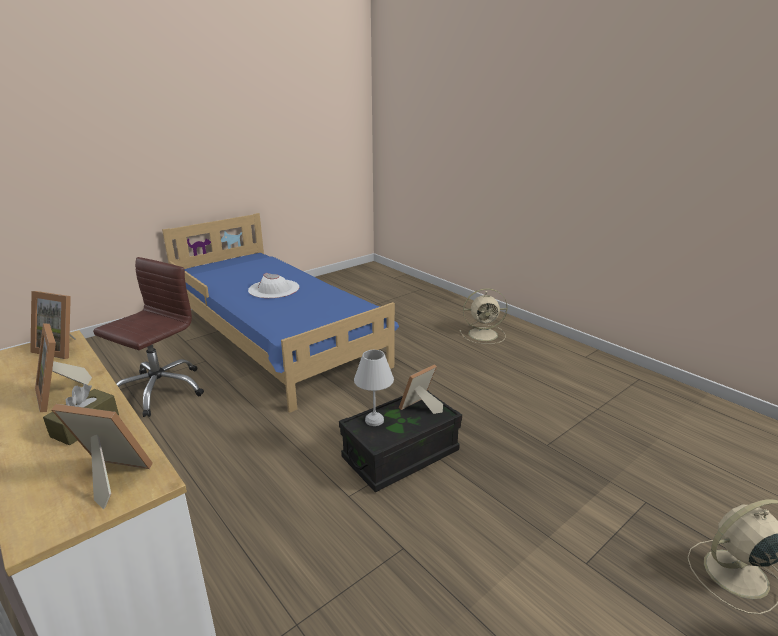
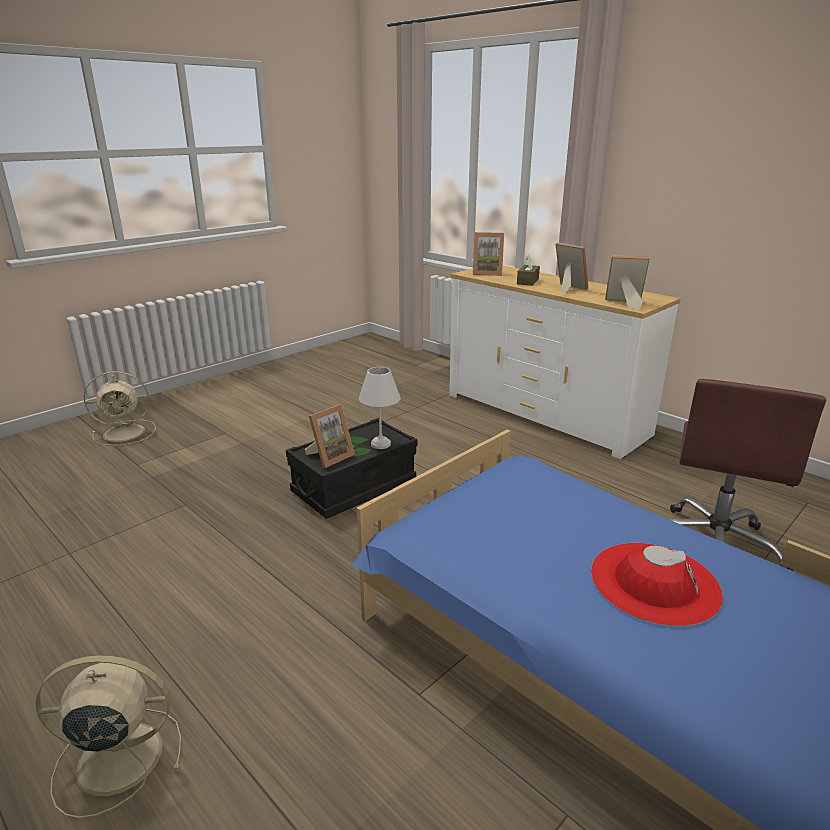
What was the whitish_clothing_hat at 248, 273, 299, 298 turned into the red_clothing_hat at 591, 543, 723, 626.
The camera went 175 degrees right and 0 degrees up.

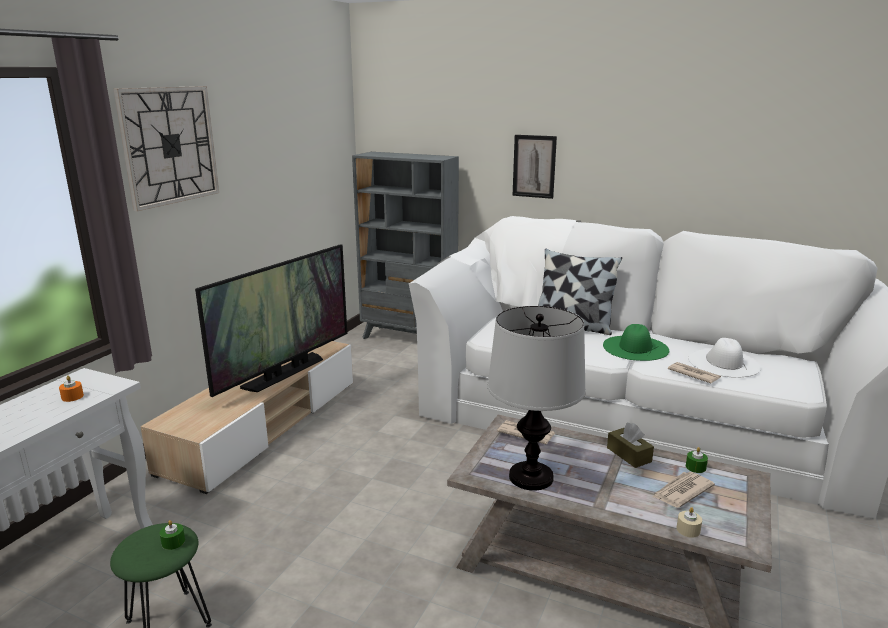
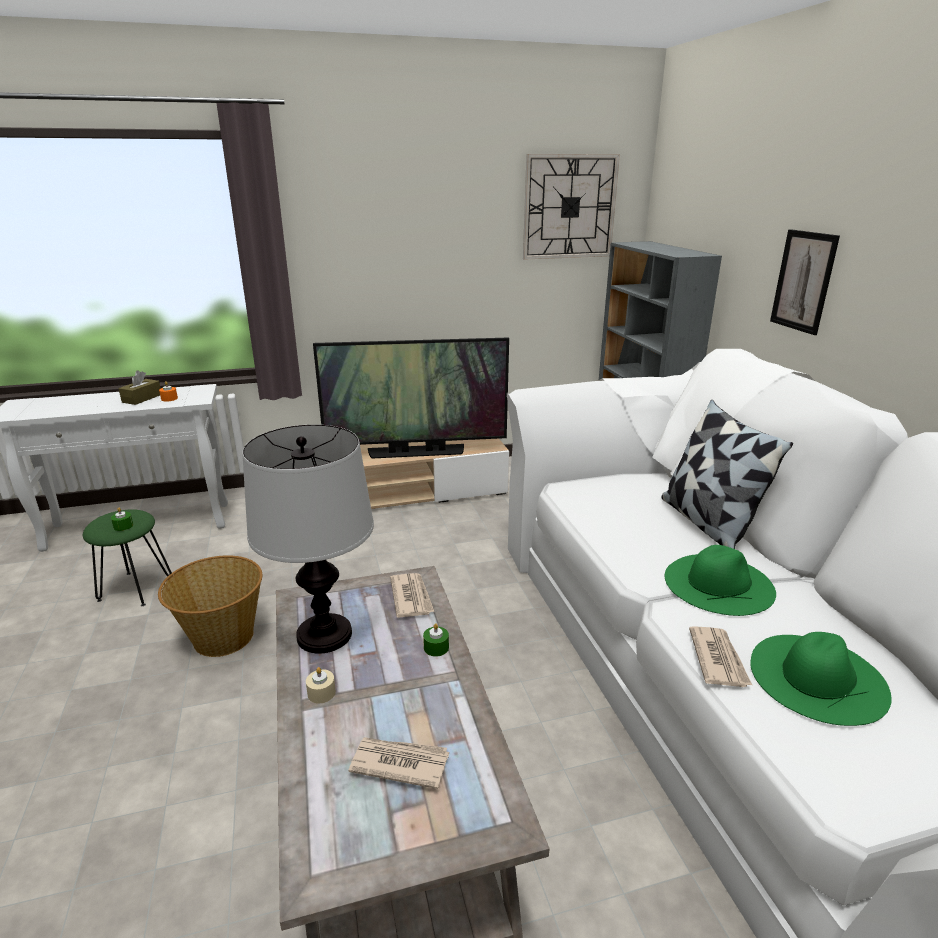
The brownish_tissue_box ended up elsewhere, having gone from 607, 423, 654, 468 to 118, 371, 161, 405.
The second view gained the household_basket at 158, 555, 263, 657.
The beige-coloured_wax_light ended up elsewhere, having gone from 677, 507, 702, 538 to 306, 667, 336, 704.
The green-coloured_wax_light ended up elsewhere, having gone from 686, 447, 708, 473 to 423, 623, 449, 657.
The clock_on_the_wall ended up elsewhere, having gone from 113, 86, 219, 211 to 523, 154, 620, 260.
What was the whitish_clothing_hat at 689, 338, 761, 378 turned into the green-coloured_clothing_hat at 750, 632, 892, 726.
The camera went 50 degrees right and 5 degrees up.

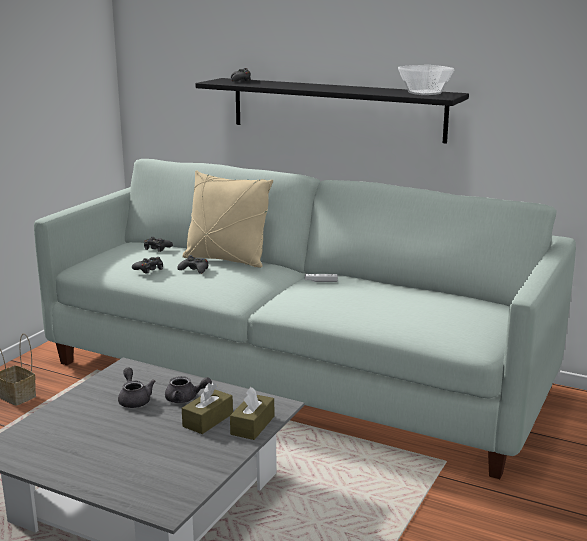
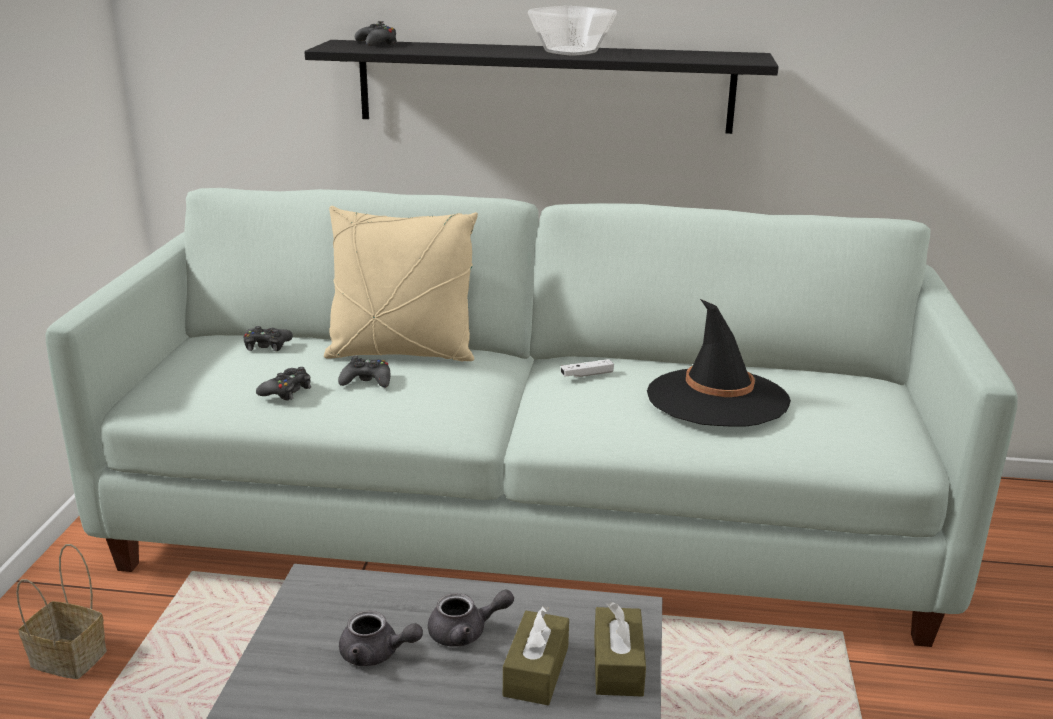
The grey_pot_for_tea at 118, 368, 155, 408 ended up facing another way, 150 degrees clockwise from before.
The serving_bowl ended up elsewhere, having gone from 398, 65, 454, 95 to 528, 6, 617, 56.
The second view gained the black_clothing_hat at 647, 299, 791, 427.
The camera went 20 degrees left and 5 degrees up.

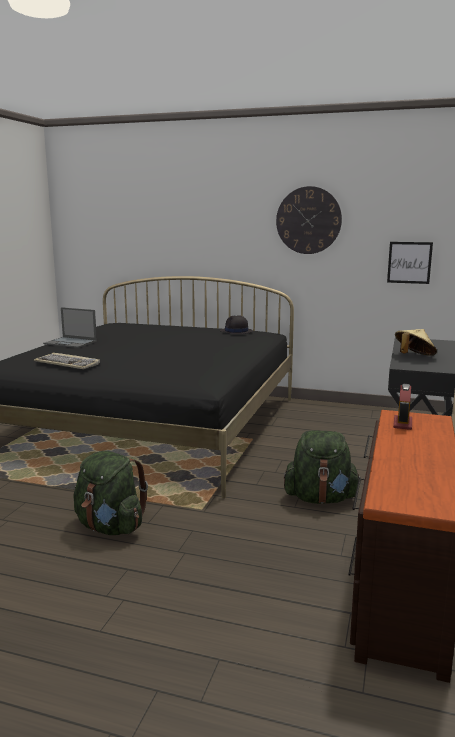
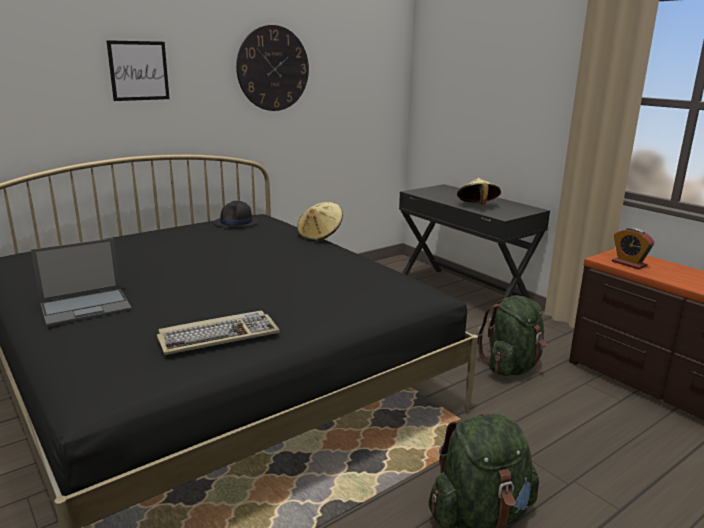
The picture ended up elsewhere, having gone from 387, 242, 433, 284 to 106, 40, 170, 101.
The second view gained the beige-coloured_clothing_hat at 297, 202, 343, 241.
The camera went 55 degrees left and 5 degrees up.

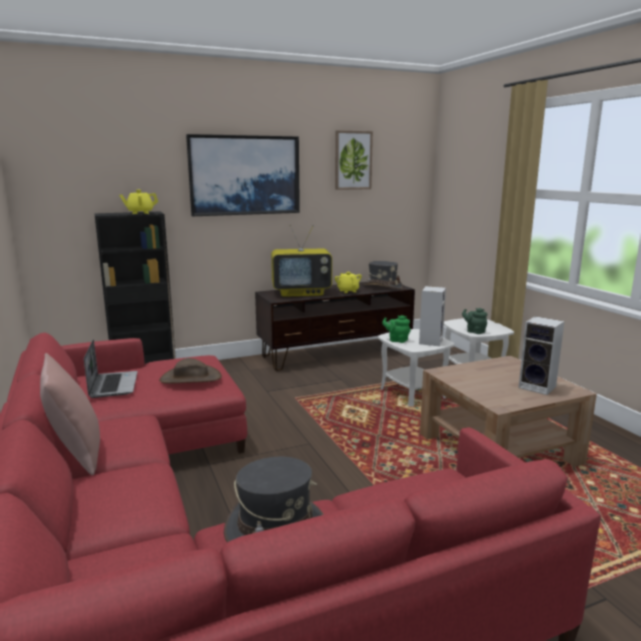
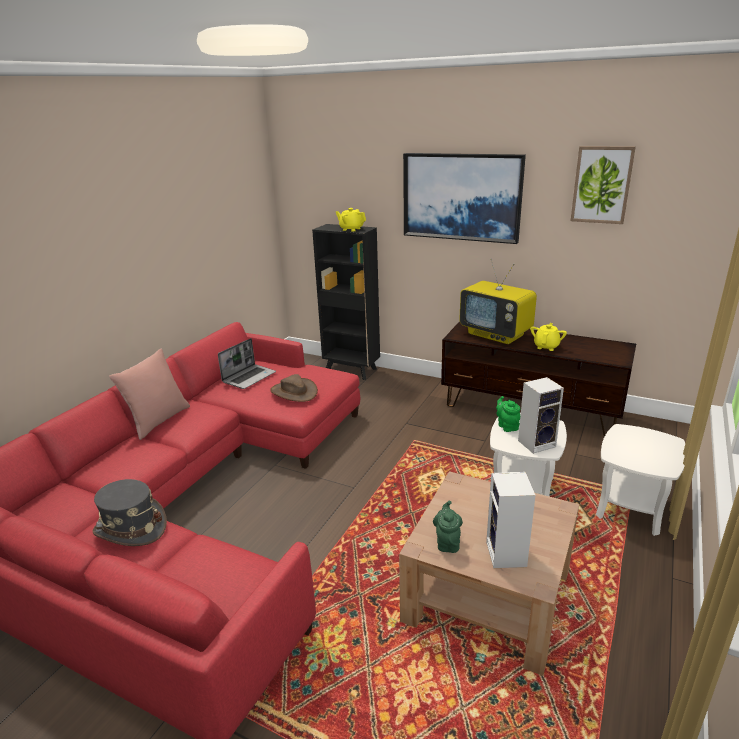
The green-coloured_pot_for_tea ended up elsewhere, having gone from 462, 308, 487, 334 to 433, 501, 463, 553.
The second view lost the grey_clothing_hat at 363, 261, 403, 289.
The camera went 50 degrees right and 10 degrees up.

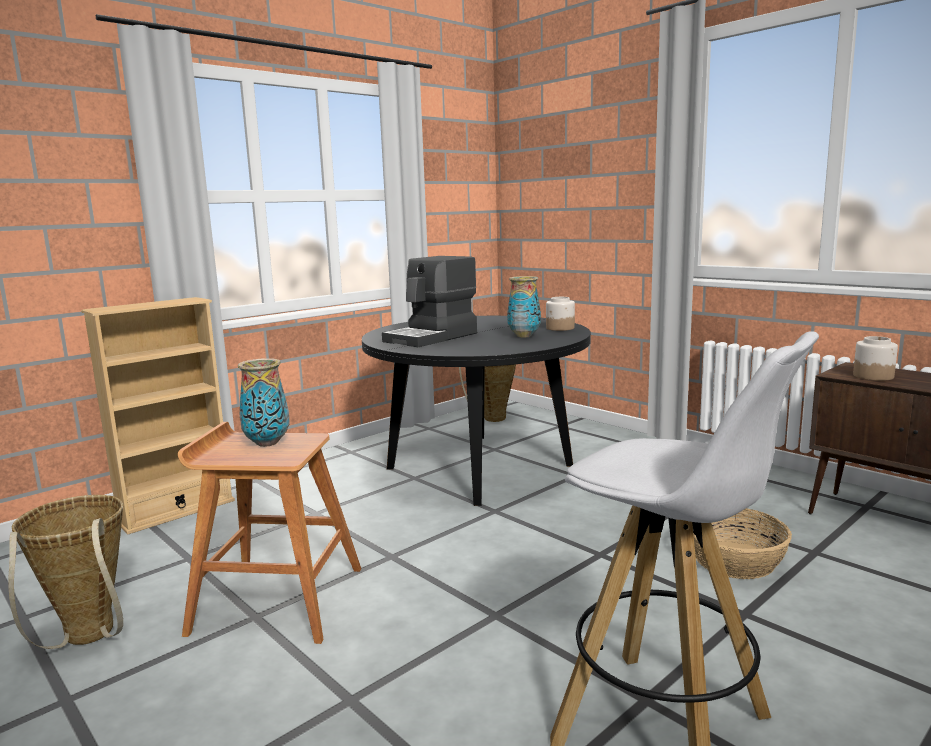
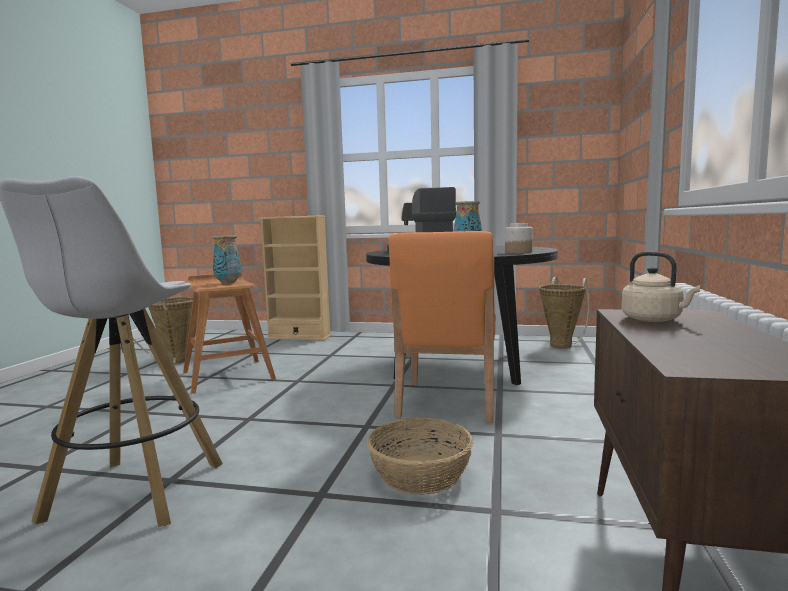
The second view gained the orange-coloured_plain_chair at 389, 231, 496, 423.
Where the jar stood at 853, 336, 898, 381, the beige-coloured_tea_kettle came to stand at 621, 252, 701, 322.
The camera went 55 degrees right and 5 degrees down.

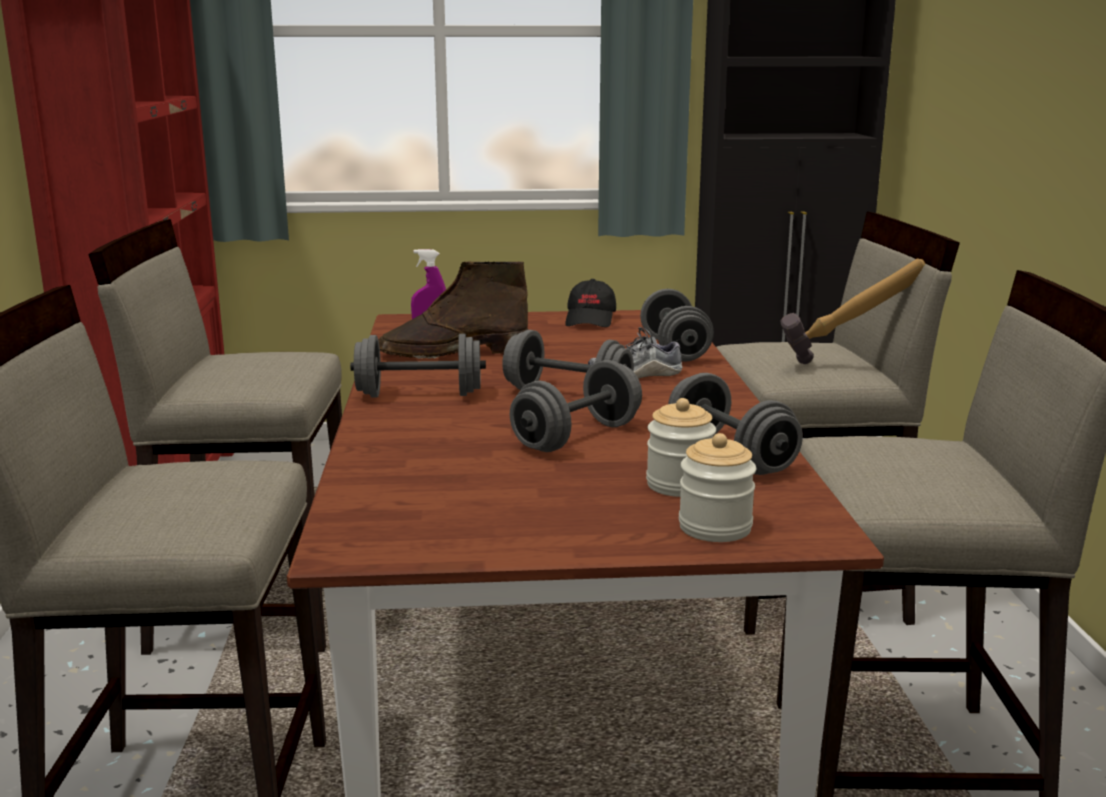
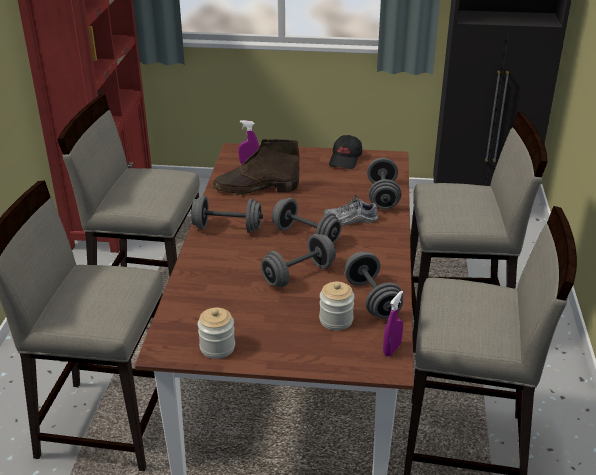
The jar ended up elsewhere, having gone from 679, 433, 756, 542 to 198, 308, 235, 359.
The second view gained the purple_hand_sprayer at 383, 291, 403, 356.
The second view lost the hammer at 780, 259, 925, 364.
The camera went 10 degrees right and 15 degrees up.

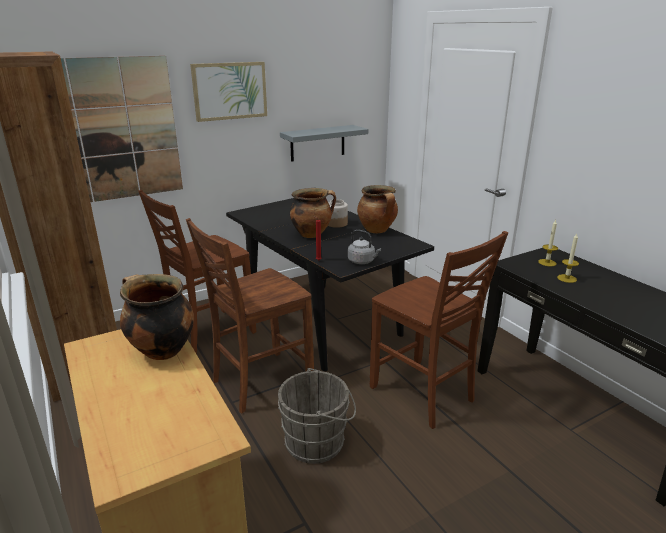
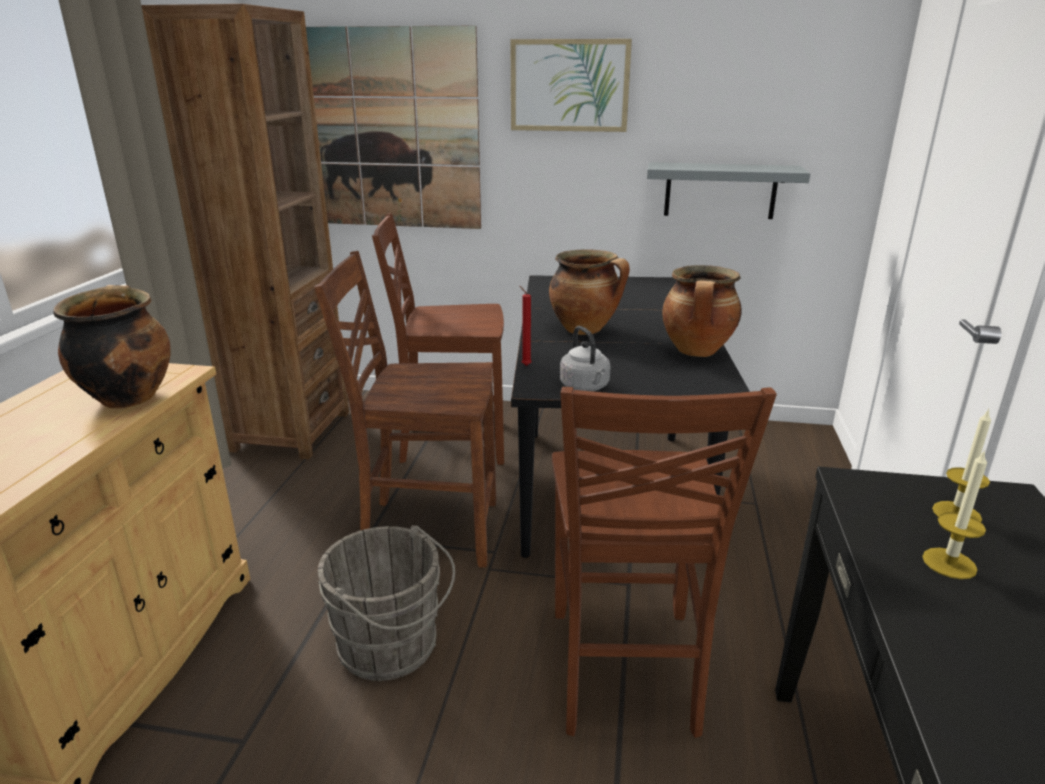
The second view lost the jar at 328, 199, 348, 228.
The camera went 40 degrees right and 0 degrees up.

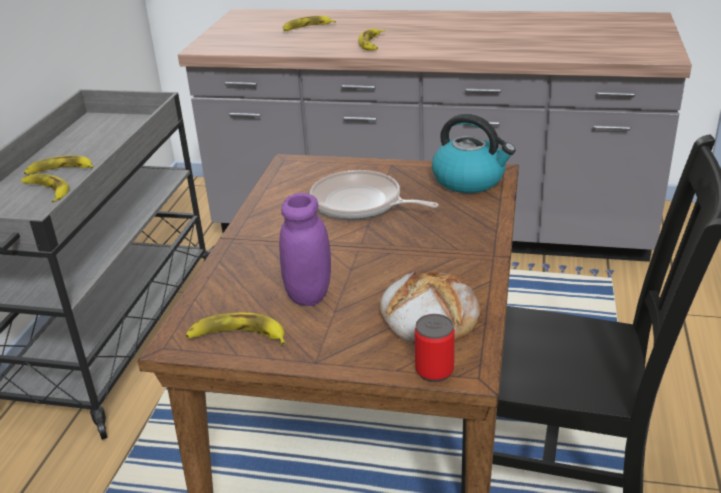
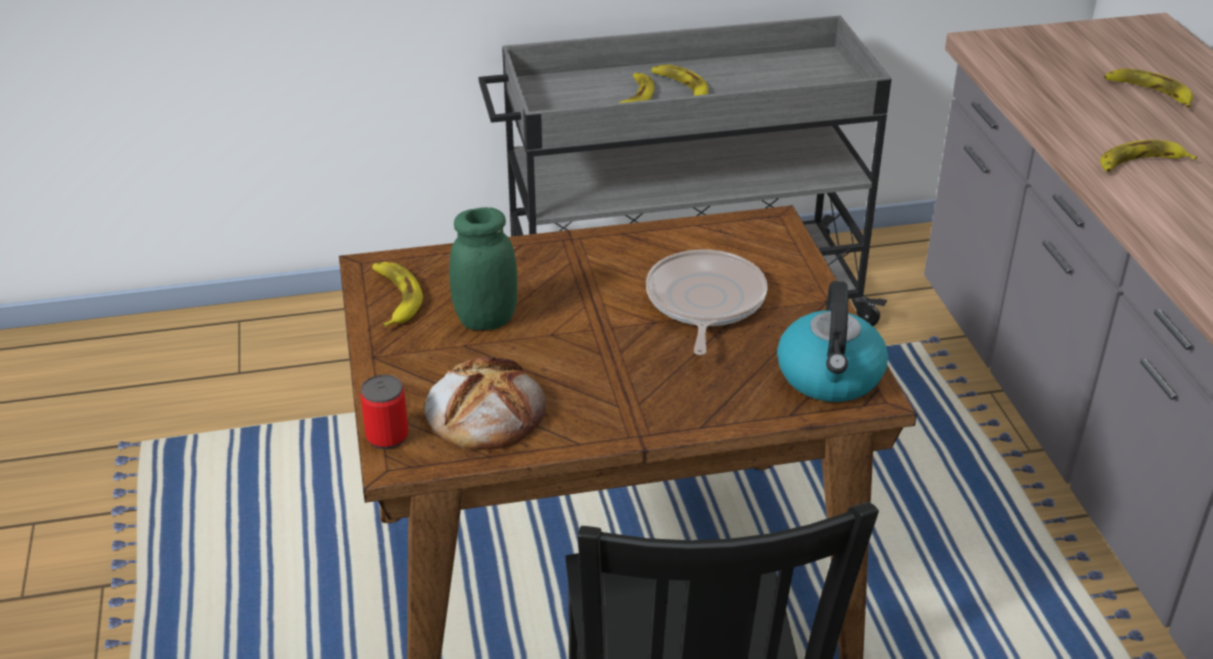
What was the purple_jar at 279, 193, 331, 306 turned into the green-coloured_jar at 449, 207, 517, 330.
The camera went 65 degrees right and 5 degrees up.

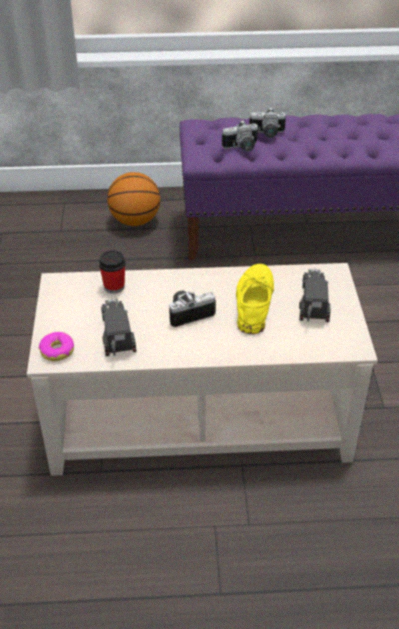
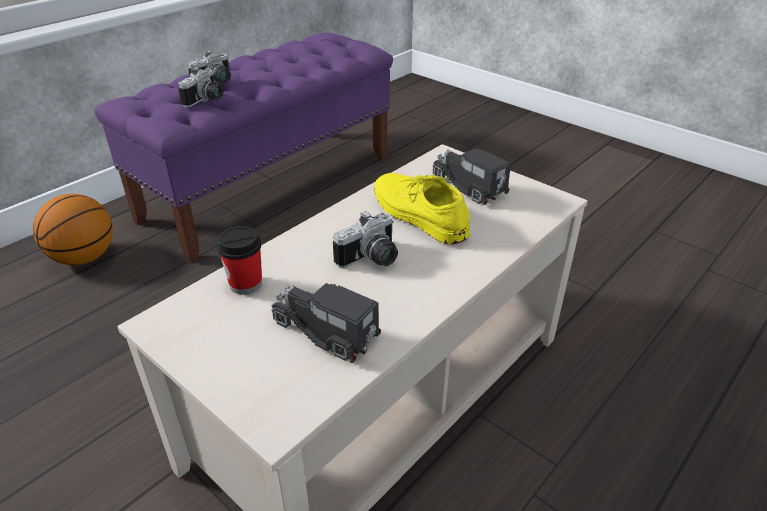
The photo_camera at 169, 291, 216, 327 ended up facing another way, 150 degrees counterclockwise from before.
The second view lost the ring_doughnut at 39, 332, 74, 361.
The camera went 45 degrees left and 5 degrees down.

